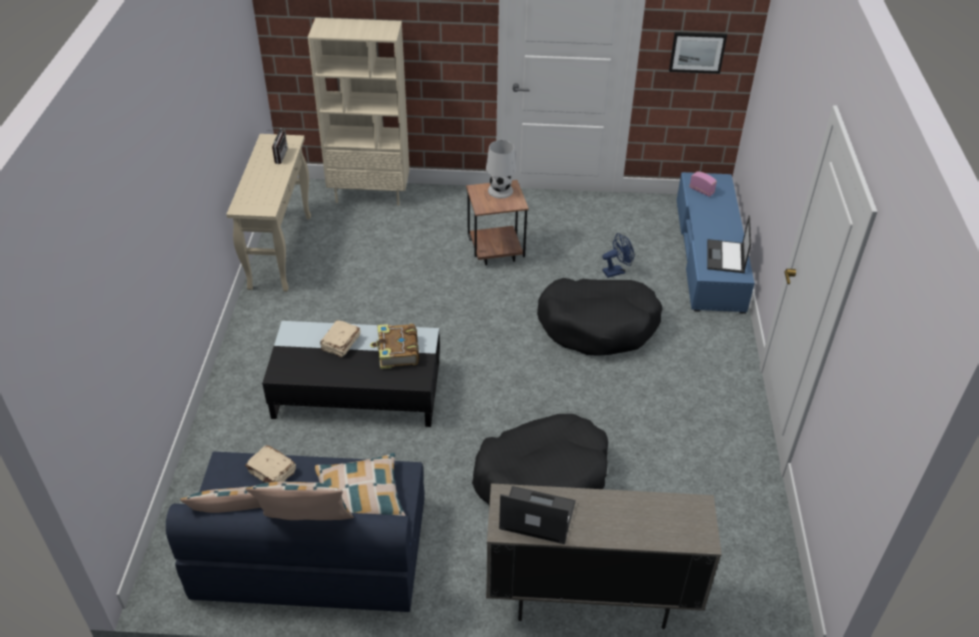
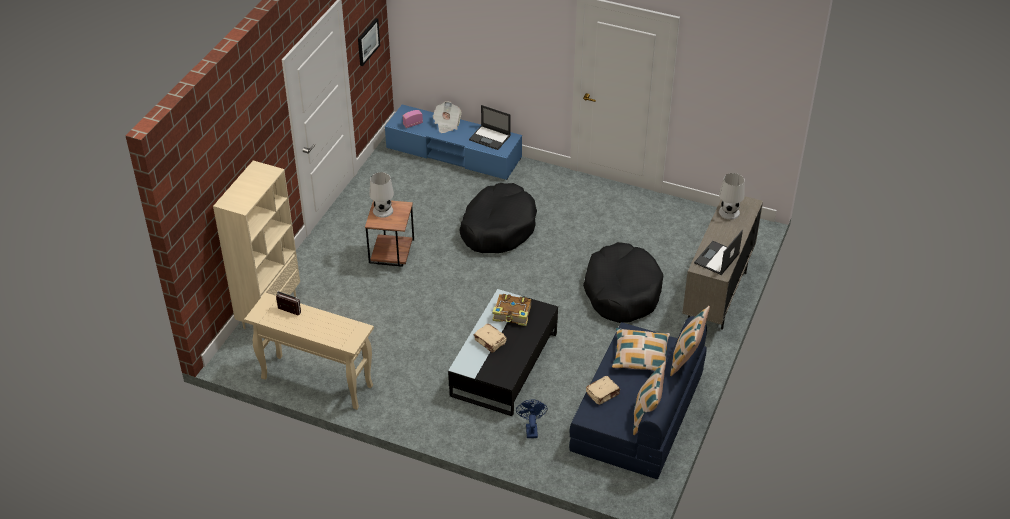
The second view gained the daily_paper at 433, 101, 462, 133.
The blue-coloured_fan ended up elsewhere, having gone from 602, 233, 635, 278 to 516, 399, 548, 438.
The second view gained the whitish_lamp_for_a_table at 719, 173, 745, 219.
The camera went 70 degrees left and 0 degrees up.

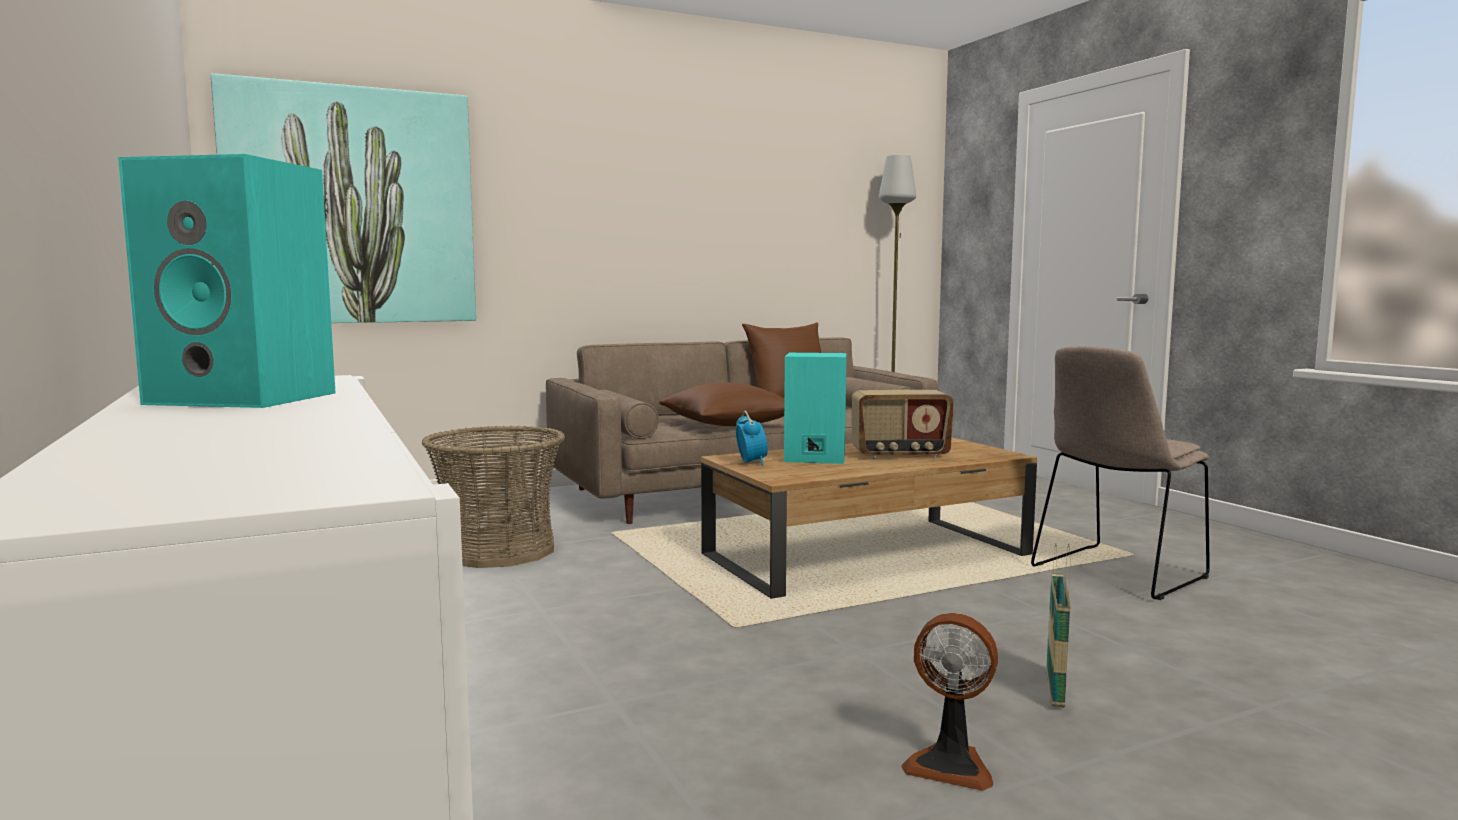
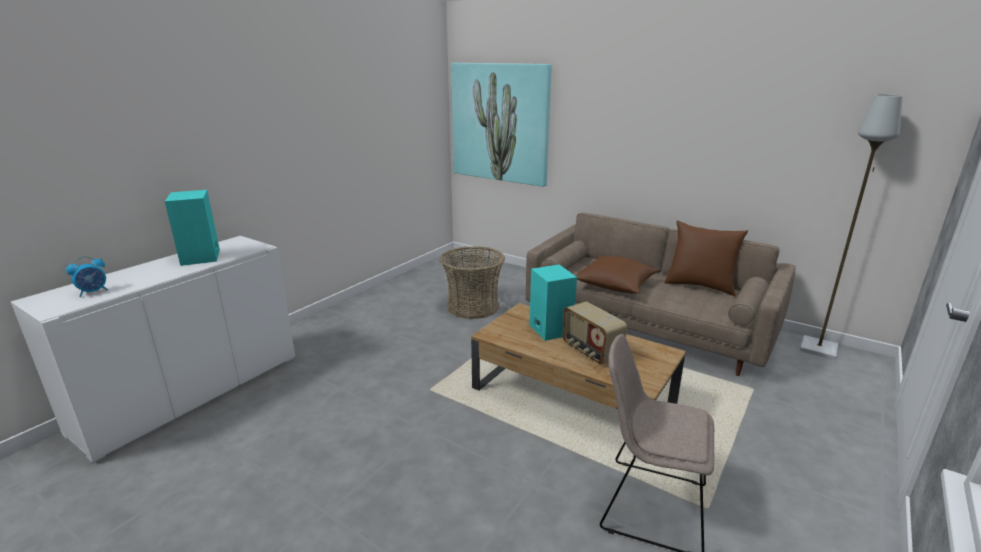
The table_clock ended up elsewhere, having gone from 736, 411, 768, 466 to 66, 256, 108, 297.
The second view lost the fan at 902, 613, 998, 791.
The second view lost the household_basket at 1046, 543, 1071, 708.
The camera went 60 degrees right and 15 degrees up.

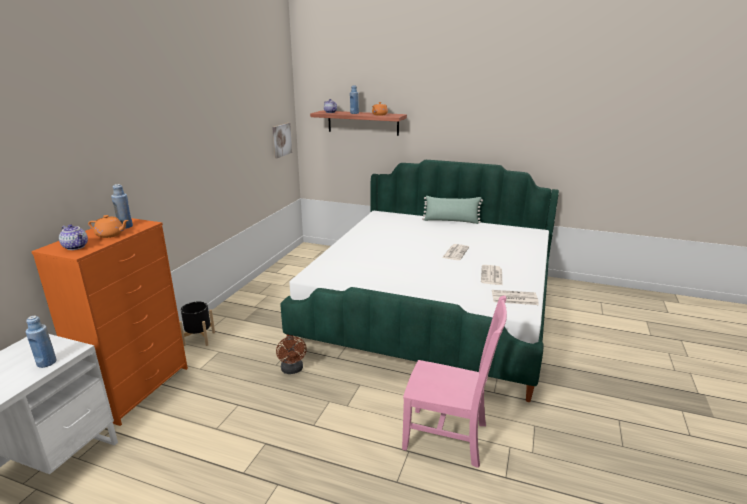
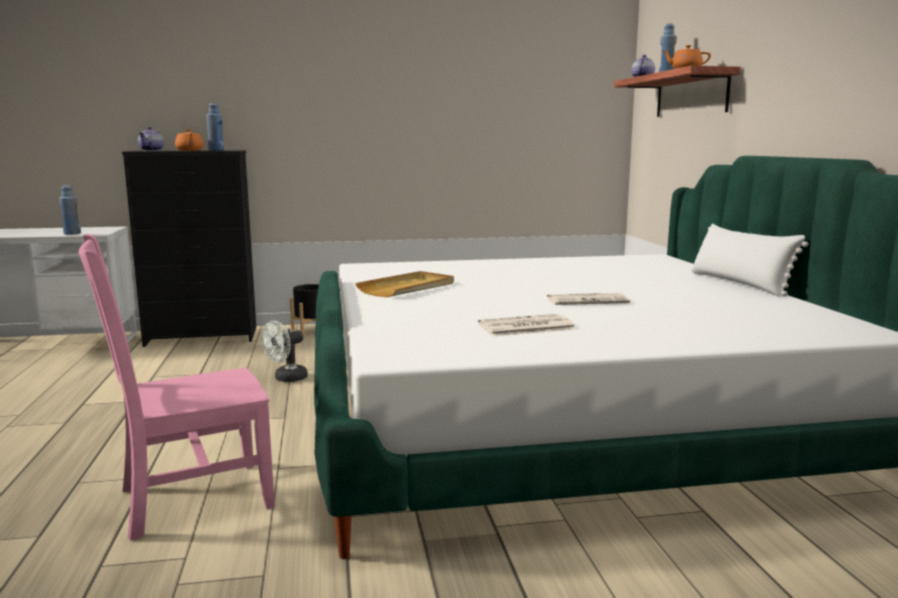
The pink_plain_chair at 402, 295, 507, 468 ended up facing another way, 75 degrees clockwise from before.
What was the orange-coloured_chest_of_drawers at 31, 218, 188, 426 turned into the black_chest_of_drawers at 122, 150, 256, 347.
What was the brownish_fan at 276, 336, 307, 374 turned into the whitish_fan at 262, 321, 308, 382.
The second view gained the beige-coloured_serving_tray at 355, 271, 454, 297.
What was the green-coloured_throw_pillow at 422, 196, 483, 224 turned into the whitish_throw_pillow at 691, 224, 808, 297.
The second view lost the picture at 272, 123, 292, 158.
The second view lost the daily_paper at 492, 290, 539, 305.
The camera went 60 degrees right and 10 degrees down.

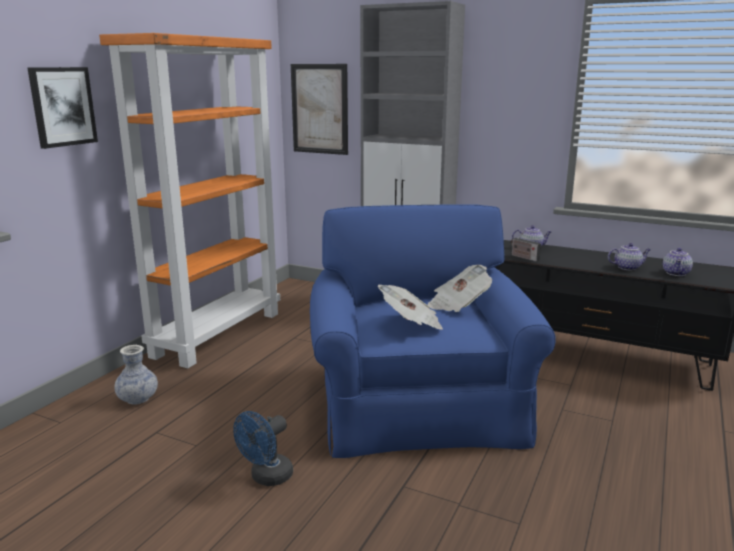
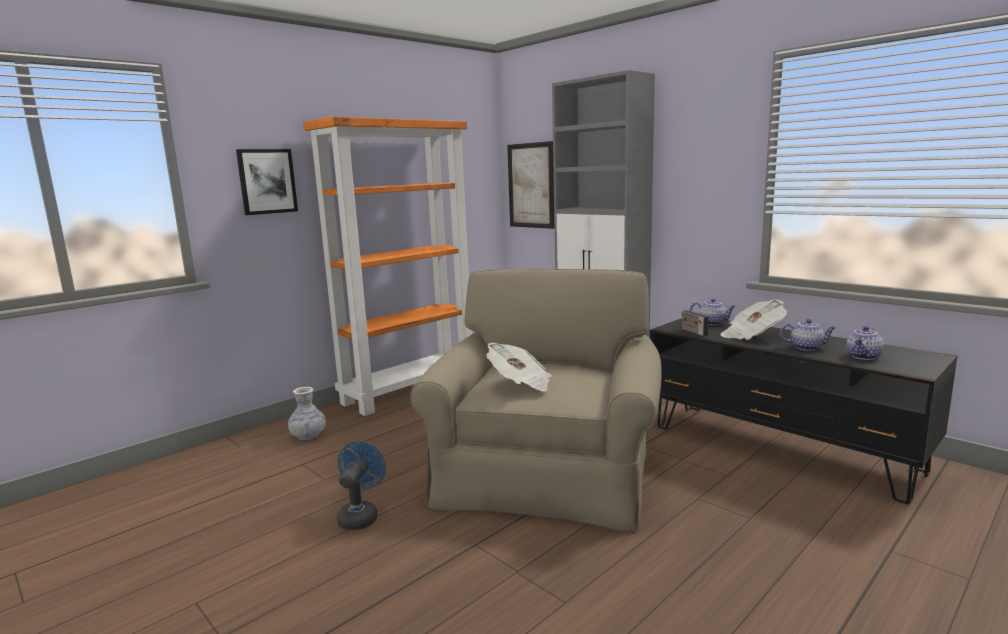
The blue-coloured_fan at 234, 411, 293, 486 ended up facing another way, 135 degrees clockwise from before.
What was the blue-coloured_easy_chair at 310, 204, 556, 458 turned into the beige-coloured_easy_chair at 411, 269, 662, 531.
The daily_paper ended up elsewhere, having gone from 427, 265, 492, 312 to 721, 300, 787, 340.
The camera went 20 degrees right and 5 degrees down.

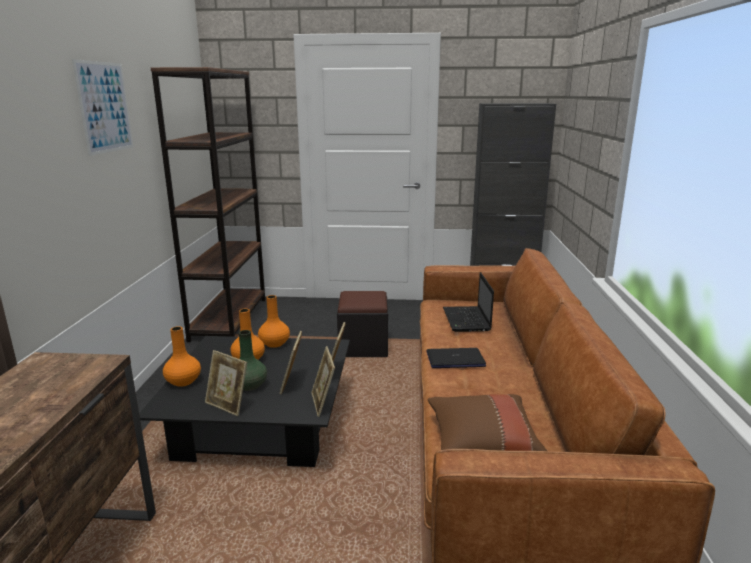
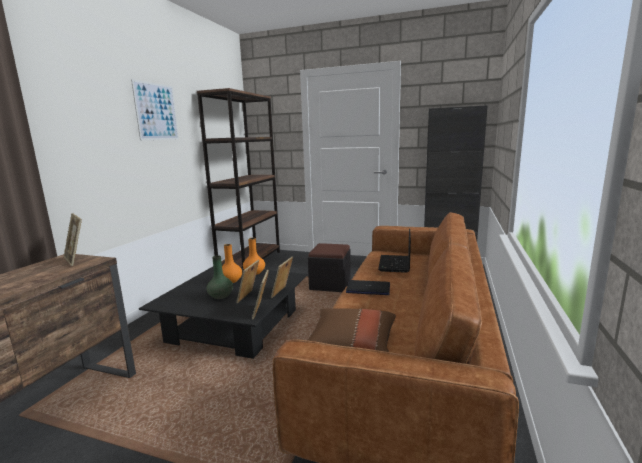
The photo_frame ended up elsewhere, having gone from 205, 350, 247, 416 to 63, 213, 82, 266.
The second view lost the orange-coloured_decorative_vase at 163, 326, 201, 387.
The camera went 15 degrees right and 5 degrees down.

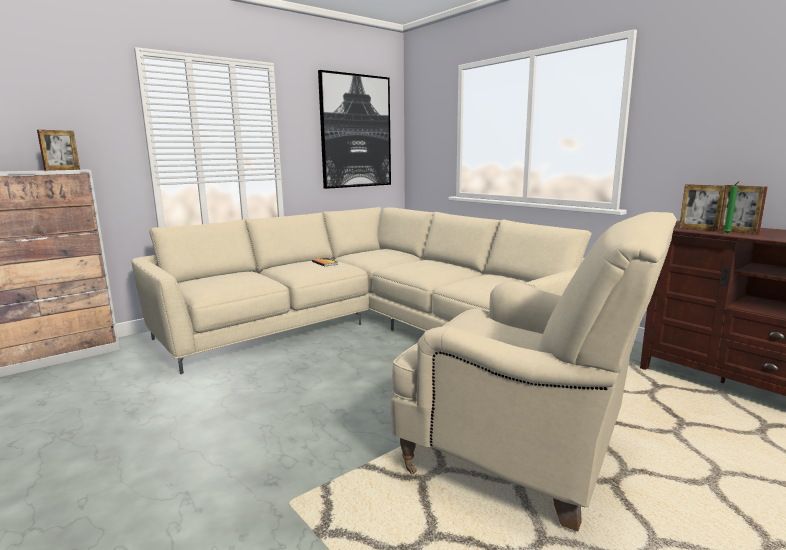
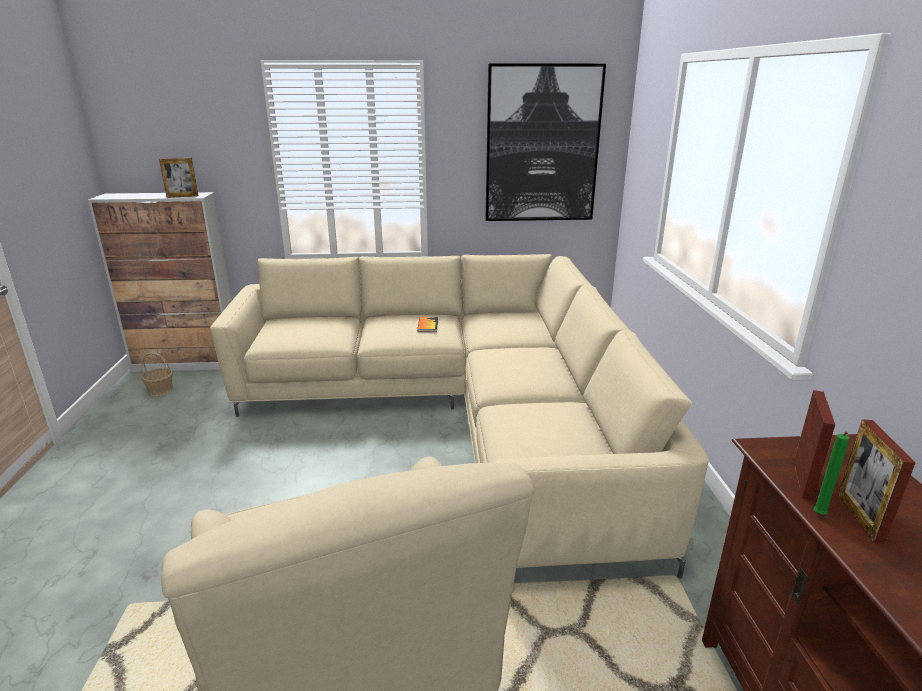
The second view gained the household_basket at 141, 352, 173, 397.
The photo_frame at 679, 184, 727, 232 ended up facing another way, 150 degrees counterclockwise from before.
The camera went 35 degrees right and 10 degrees up.

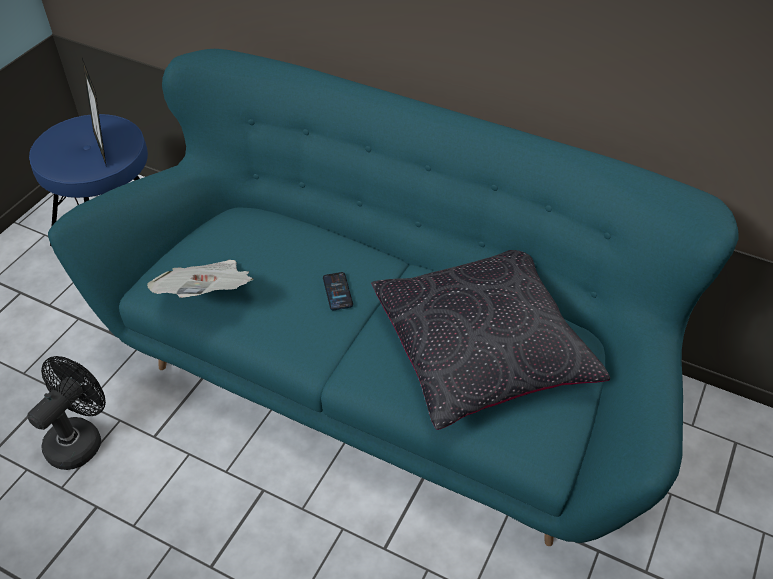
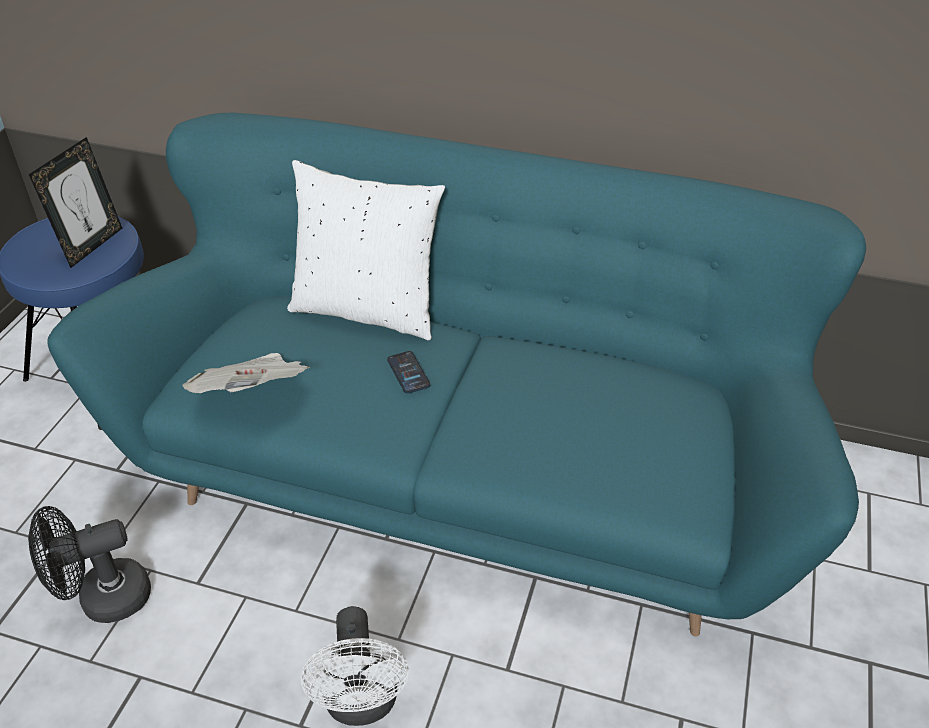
The black_fan at 28, 356, 106, 470 ended up facing another way, 135 degrees counterclockwise from before.
The photo_frame at 82, 58, 107, 167 ended up facing another way, 120 degrees counterclockwise from before.
The second view gained the whitish_throw_pillow at 287, 160, 445, 340.
The second view gained the whitish_fan at 301, 606, 409, 726.
The second view lost the black_throw_pillow at 371, 250, 610, 430.
The camera went 10 degrees left and 5 degrees down.

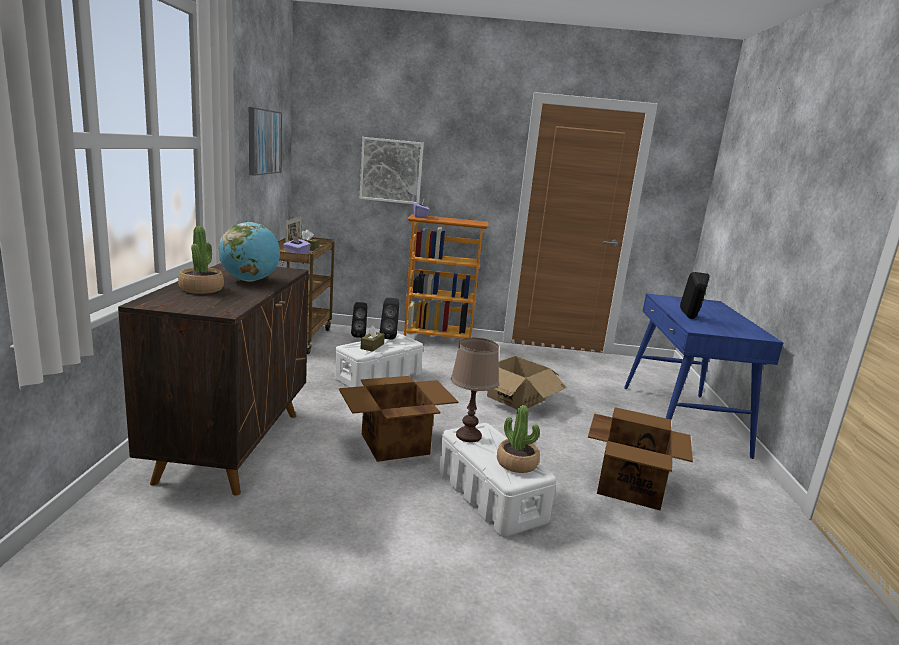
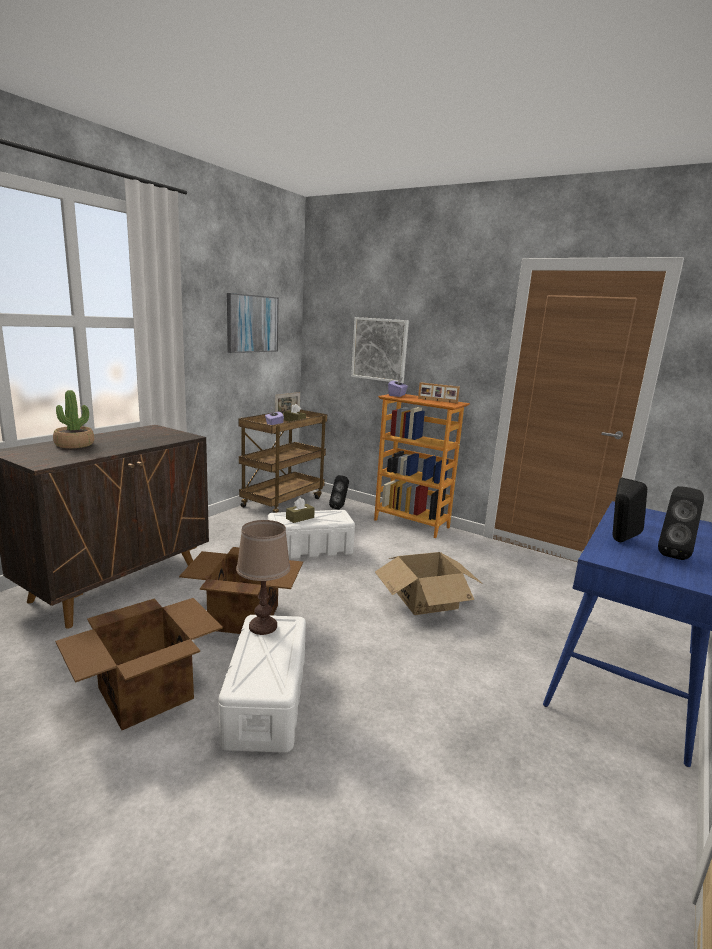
The carton ended up elsewhere, having gone from 588, 407, 693, 510 to 55, 598, 223, 730.
The second view gained the photo_frame at 418, 382, 460, 403.
The black_audio_speaker ended up elsewhere, having gone from 380, 298, 399, 340 to 658, 486, 704, 560.
The second view lost the globe at 218, 222, 280, 282.
The second view lost the potted_plant at 497, 405, 540, 473.
The camera went 30 degrees right and 0 degrees up.

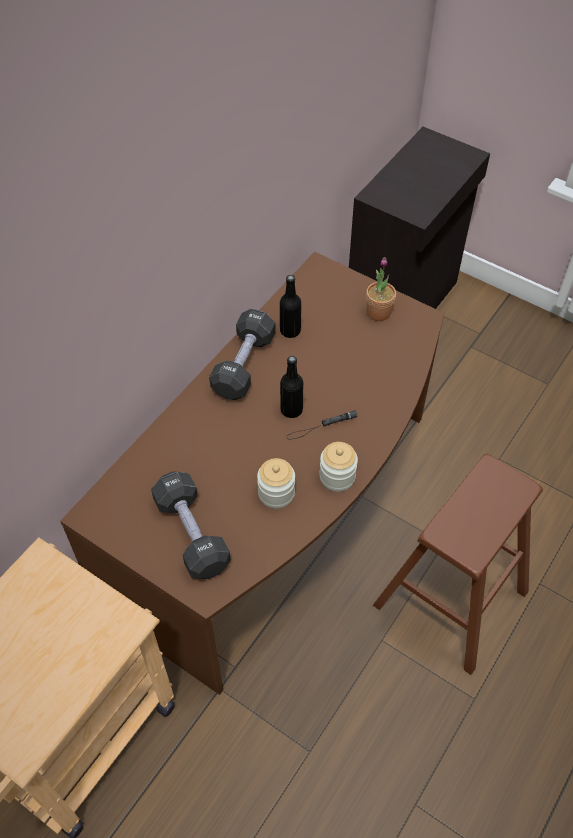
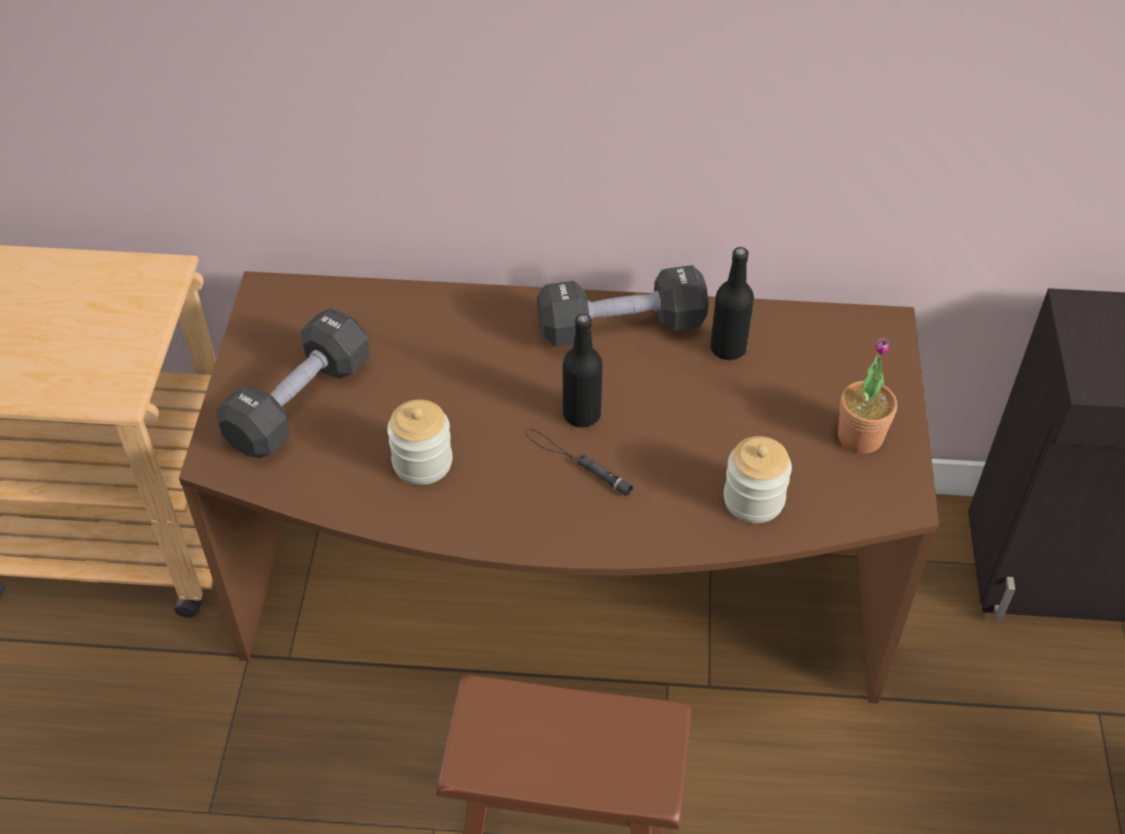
The jar ended up elsewhere, having gone from 319, 442, 358, 492 to 724, 436, 792, 523.
The camera went 60 degrees right and 5 degrees down.

